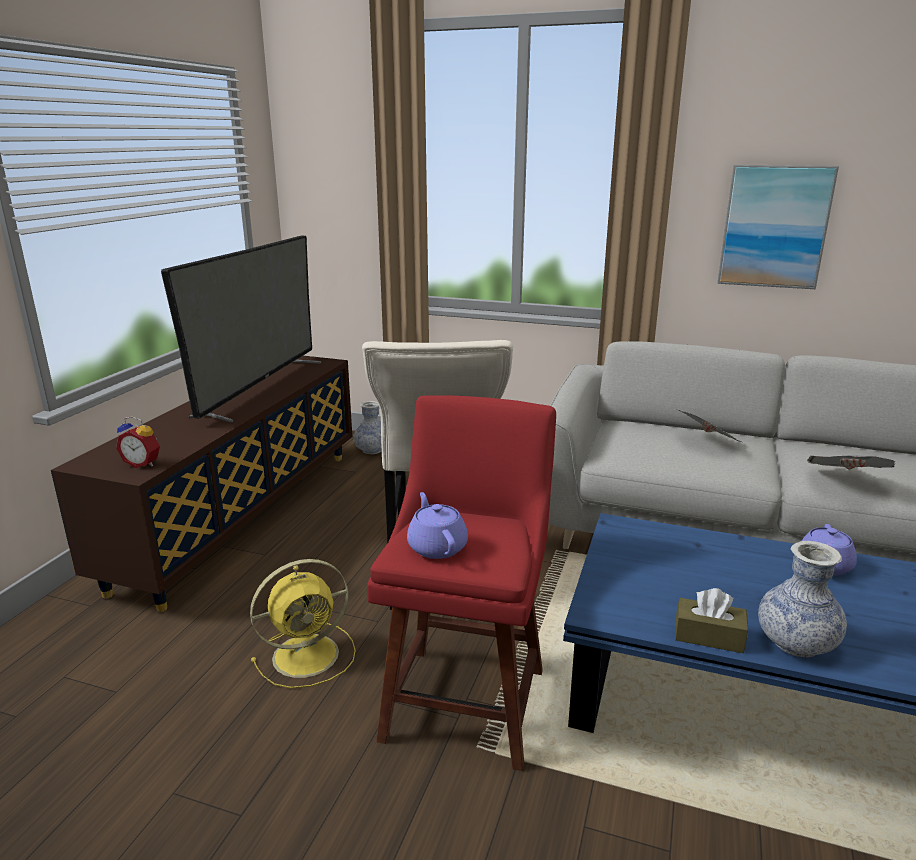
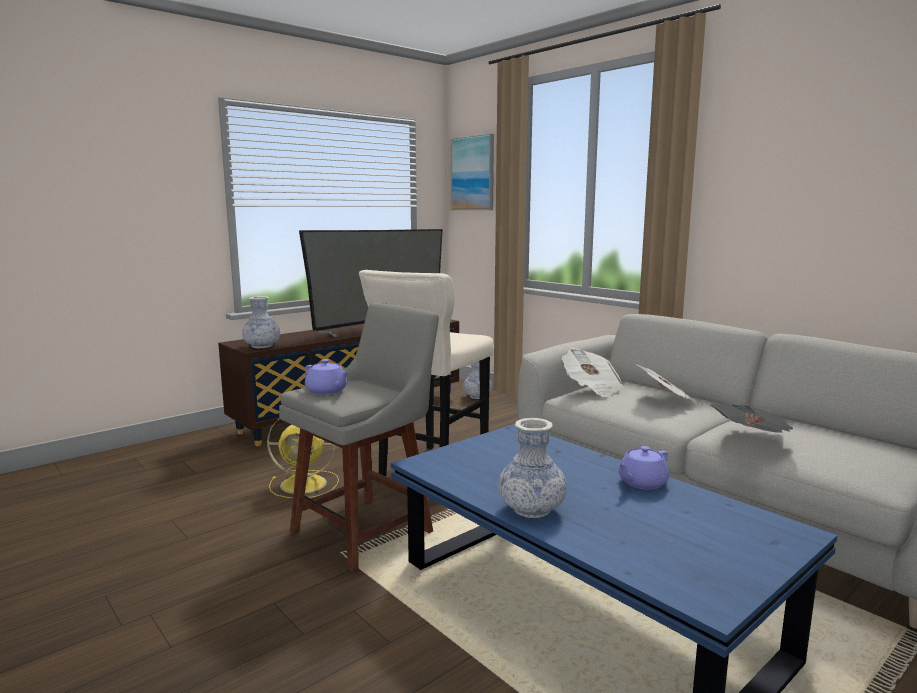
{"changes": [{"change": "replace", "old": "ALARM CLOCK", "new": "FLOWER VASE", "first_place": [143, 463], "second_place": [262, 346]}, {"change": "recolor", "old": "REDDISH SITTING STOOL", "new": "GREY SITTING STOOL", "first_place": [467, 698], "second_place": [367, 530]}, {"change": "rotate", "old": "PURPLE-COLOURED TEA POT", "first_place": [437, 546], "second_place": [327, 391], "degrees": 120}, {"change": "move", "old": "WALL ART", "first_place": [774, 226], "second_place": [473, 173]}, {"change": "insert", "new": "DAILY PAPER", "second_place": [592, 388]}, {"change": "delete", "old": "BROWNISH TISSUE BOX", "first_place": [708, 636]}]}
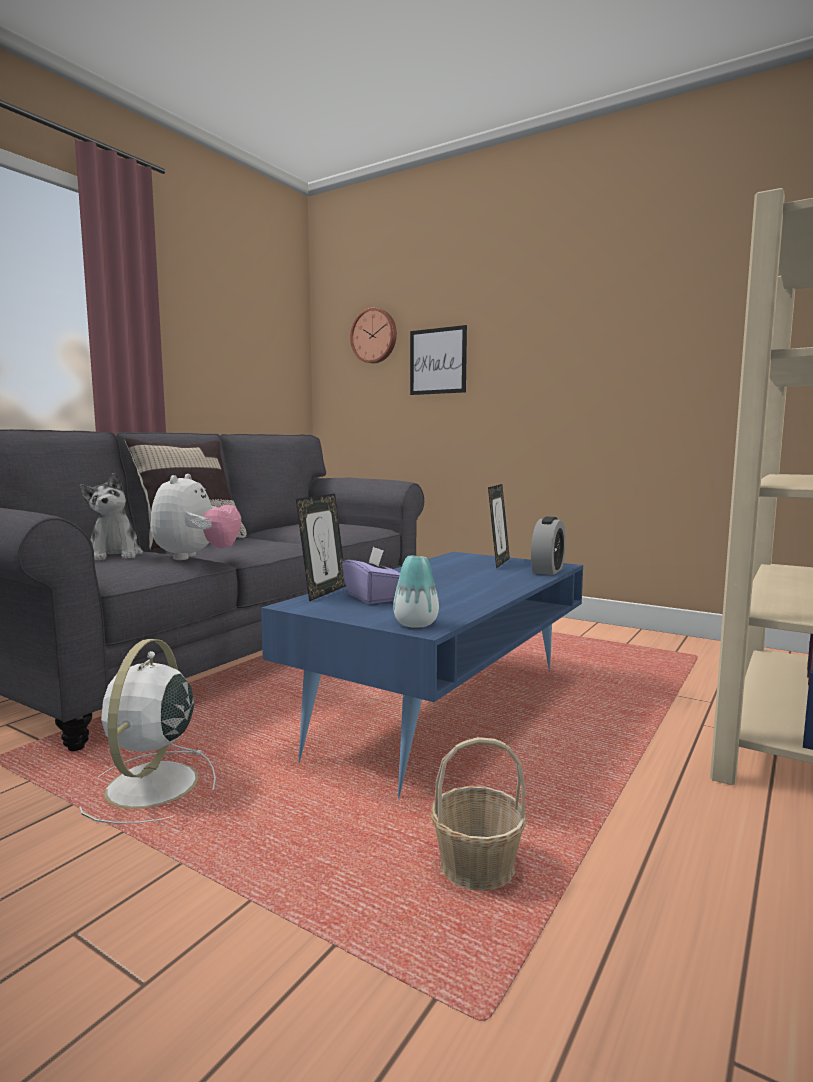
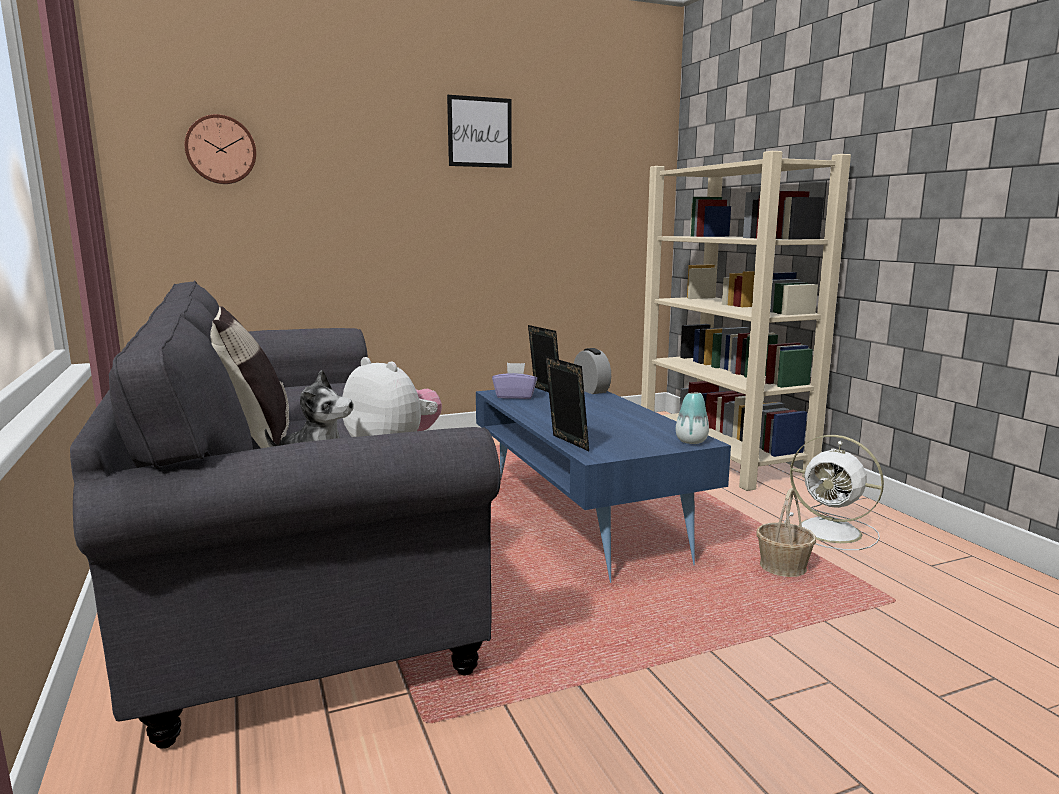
{"changes": [{"change": "move", "old": "WALL ART", "first_place": [438, 361], "second_place": [479, 132]}, {"change": "move", "old": "PURPLE-COLOURED TISSUE BOX", "first_place": [372, 597], "second_place": [515, 396]}, {"change": "move", "old": "WHITE COOLING FAN", "first_place": [150, 788], "second_place": [832, 532]}]}
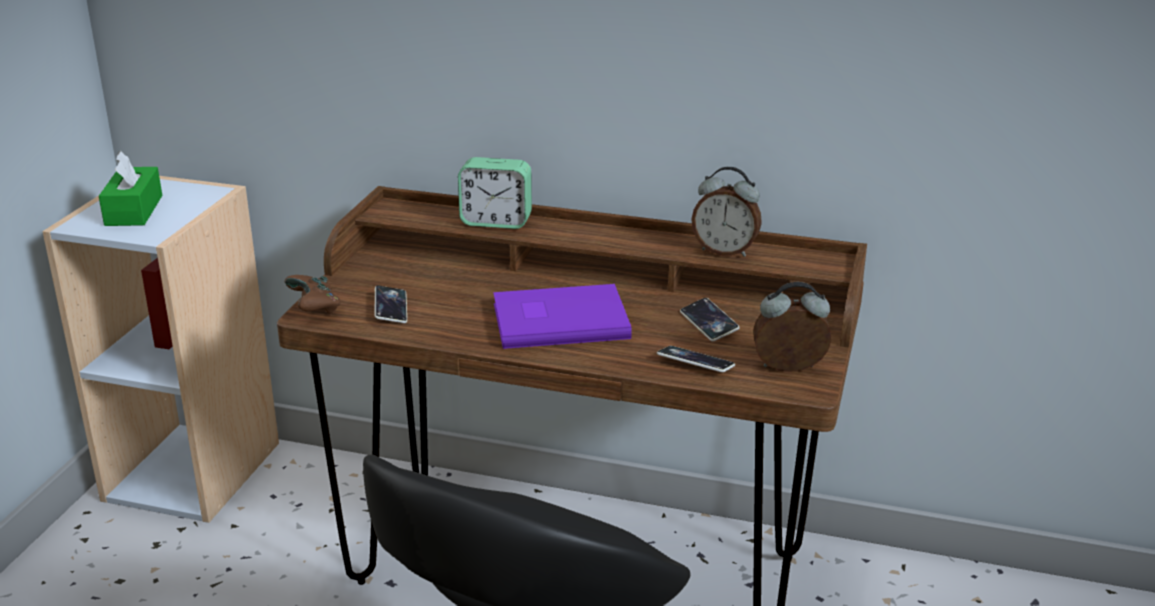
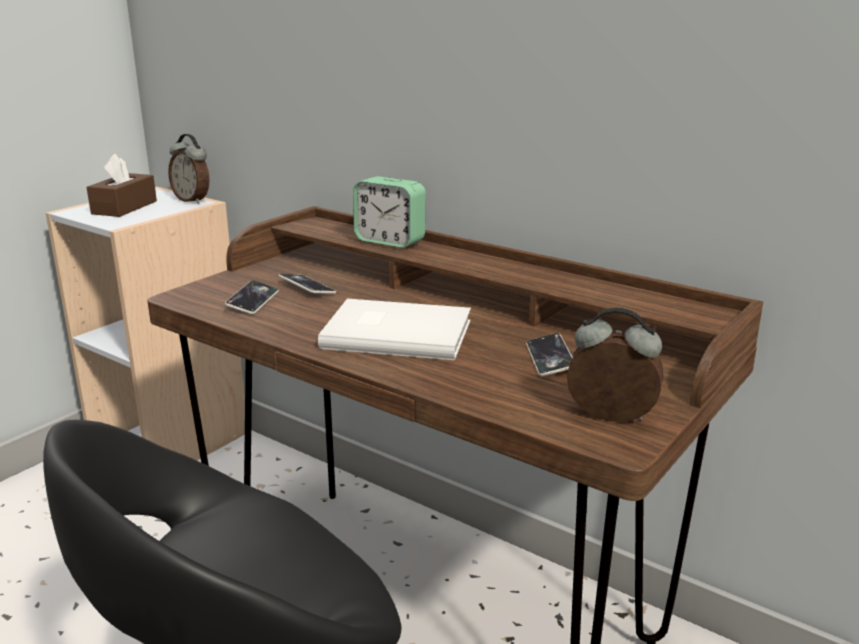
{"changes": [{"change": "recolor", "old": "GREENISH TISSUE BOX", "new": "BROWNISH TISSUE BOX", "first_place": [134, 210], "second_place": [124, 207]}, {"change": "move", "old": "ALARM CLOCK", "first_place": [725, 251], "second_place": [193, 200]}, {"change": "move", "old": "PHONE", "first_place": [695, 363], "second_place": [307, 288]}, {"change": "recolor", "old": "PURPLE-COLOURED BOUND BOOK", "new": "WHITE BOUND BOOK", "first_place": [558, 319], "second_place": [396, 332]}, {"change": "delete", "old": "BROWNISH GAMEPAD", "first_place": [315, 309]}]}
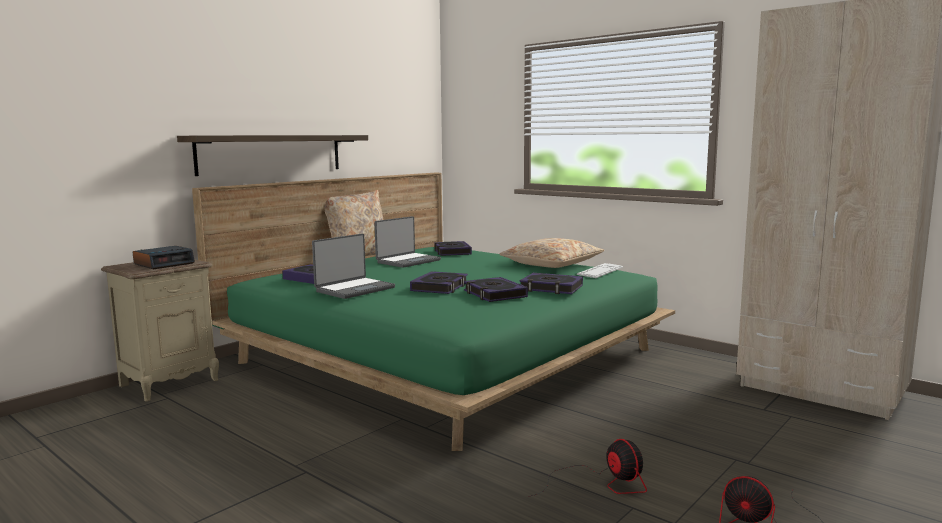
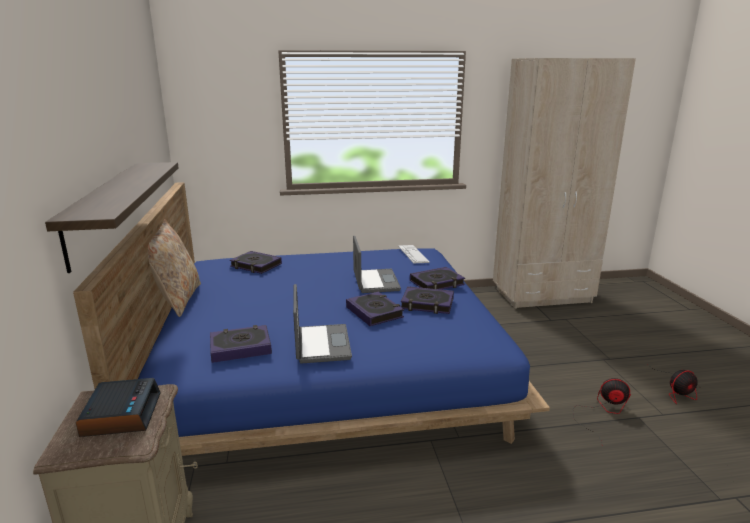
{"changes": [{"change": "recolor", "old": "GREENISH BEDROOM BED", "new": "BLUE-COLOURED BEDROOM BED", "first_place": [446, 355], "second_place": [329, 366]}, {"change": "move", "old": "PORTABLE COMPUTER", "first_place": [407, 261], "second_place": [375, 282]}, {"change": "delete", "old": "BEIGE-COLOURED PILLOW", "first_place": [551, 264]}]}
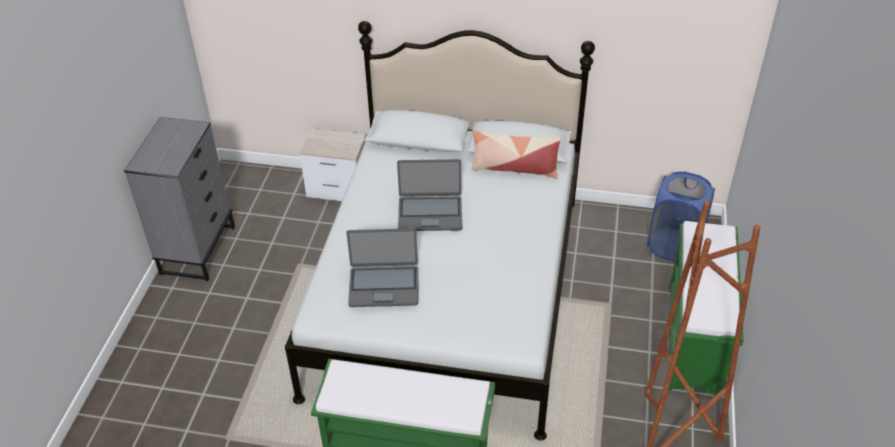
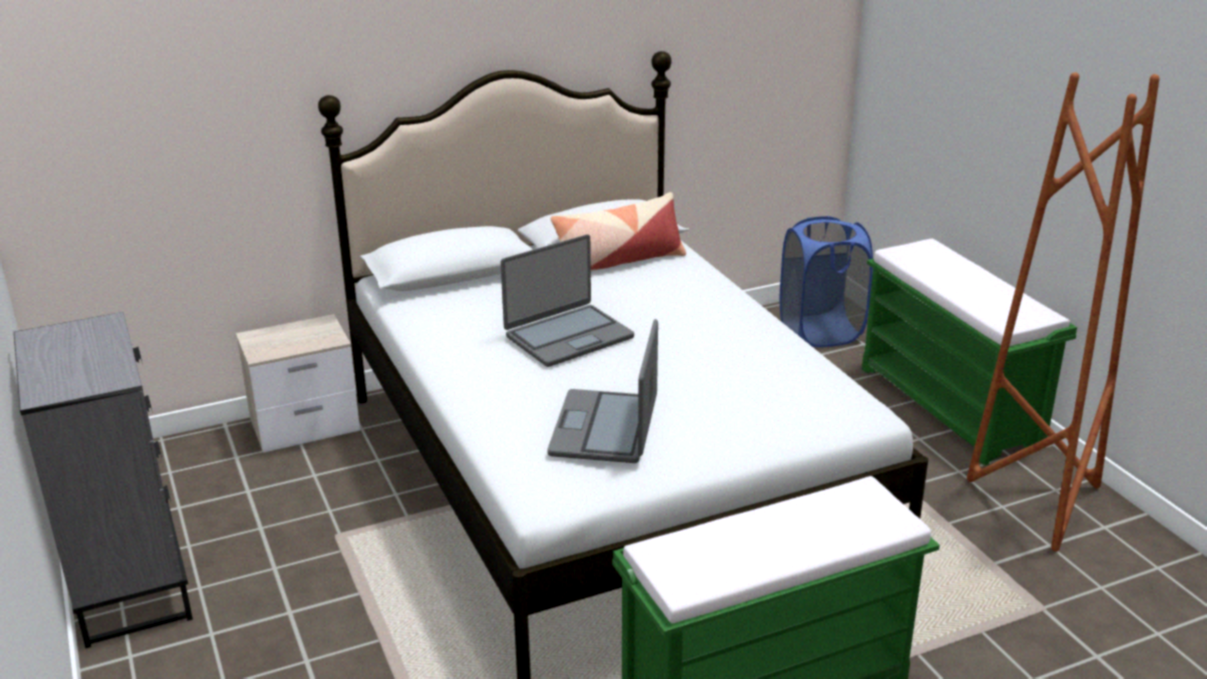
{"changes": [{"change": "rotate", "old": "PORTABLE COMPUTER", "first_place": [384, 286], "second_place": [605, 428], "degrees": 135}]}
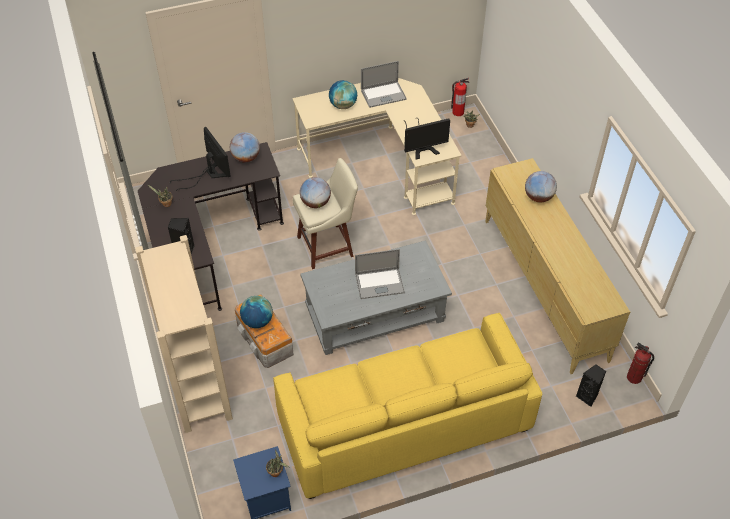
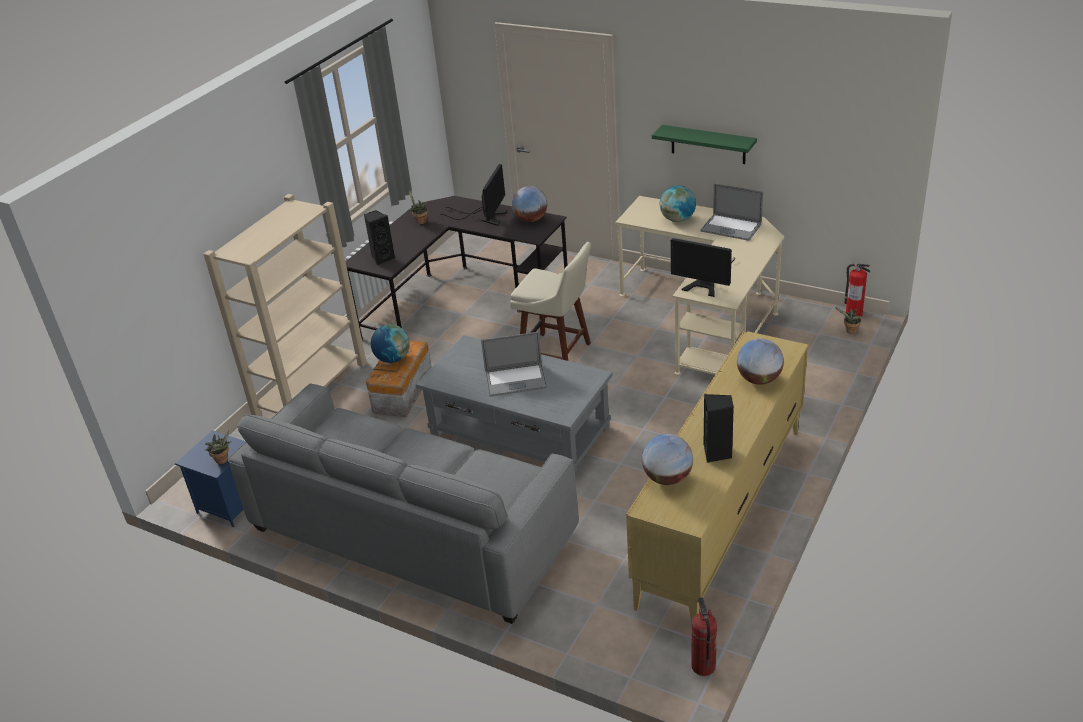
{"changes": [{"change": "recolor", "old": "YELLOWISH COUCH", "new": "GREY COUCH", "first_place": [403, 423], "second_place": [412, 531]}, {"change": "rotate", "old": "PORTABLE COMPUTER", "first_place": [379, 283], "second_place": [516, 380], "degrees": -45}, {"change": "move", "old": "WORLD GLOBE", "first_place": [315, 203], "second_place": [667, 478]}, {"change": "insert", "new": "GREENISH WALL SHELF", "second_place": [708, 144]}, {"change": "move", "old": "BLACK AUDIO SPEAKER", "first_place": [588, 396], "second_place": [717, 453]}]}
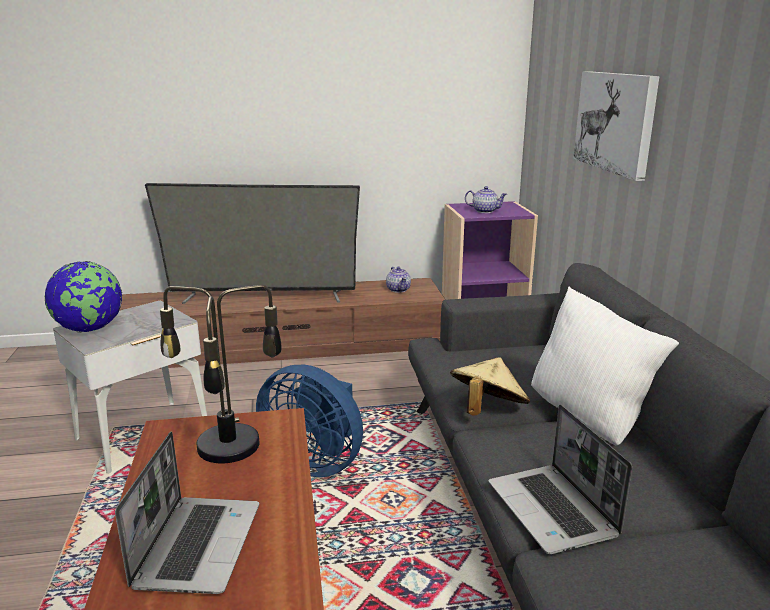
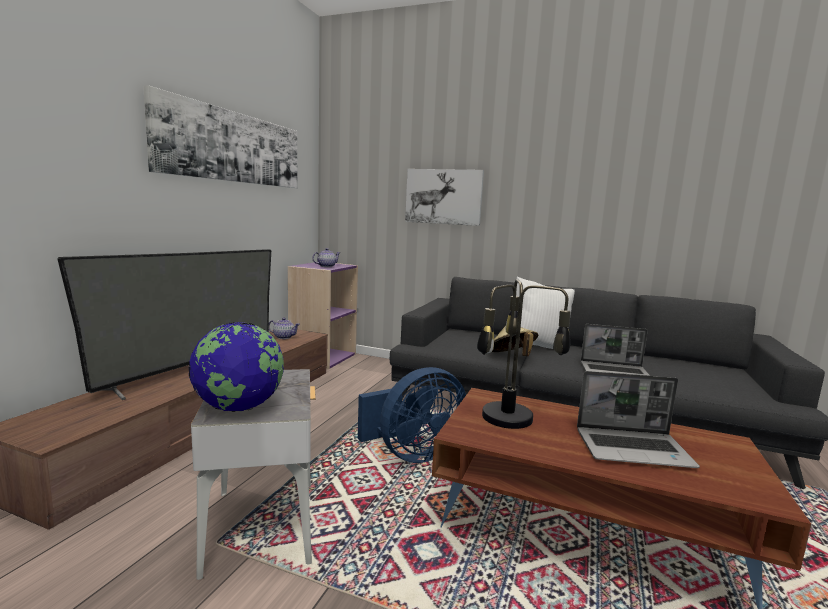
{"changes": [{"change": "insert", "new": "WALL ART", "second_place": [234, 147]}, {"change": "rotate", "old": "PORTABLE COMPUTER", "first_place": [197, 544], "second_place": [634, 449], "degrees": 150}]}
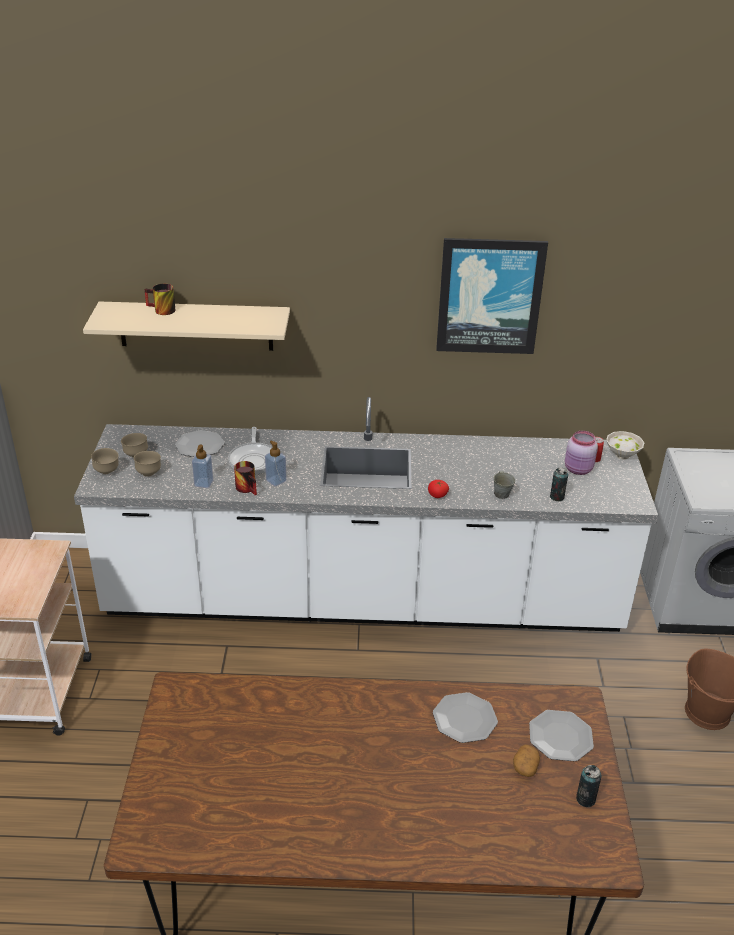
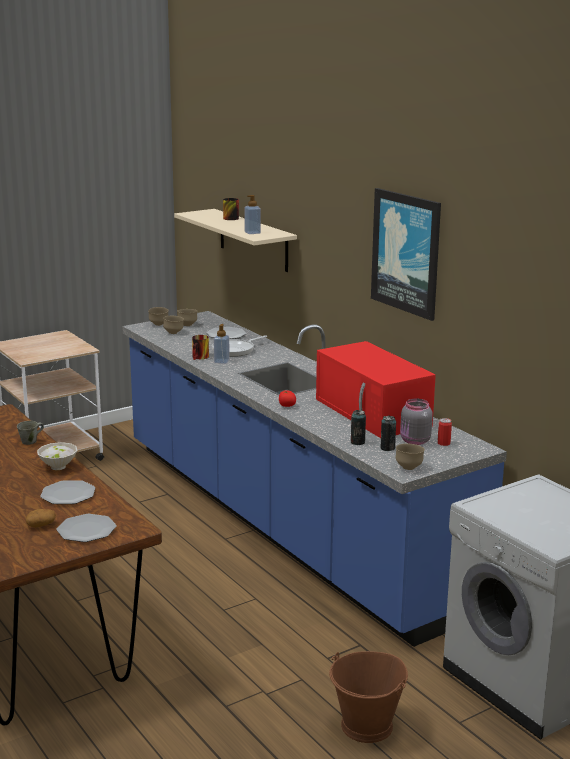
{"changes": [{"change": "move", "old": "GREY COFFEE MUG", "first_place": [501, 493], "second_place": [30, 441]}, {"change": "move", "old": "WHITE DEEP DISH", "first_place": [621, 455], "second_place": [58, 466]}, {"change": "recolor", "old": "WHITE COUNTER", "new": "BLUE-COLOURED COUNTER", "first_place": [363, 599], "second_place": [283, 522]}, {"change": "move", "old": "SOAP DISPENSER", "first_place": [203, 483], "second_place": [252, 233]}, {"change": "insert", "new": "REDDISH MICROWAVE OVEN", "second_place": [374, 413]}, {"change": "move", "old": "SEALED CAN", "first_place": [585, 799], "second_place": [387, 448]}, {"change": "insert", "new": "BROWNISH DEEP DISH", "second_place": [409, 468]}, {"change": "recolor", "old": "PINKISH STORAGE JAR", "new": "GREY STORAGE JAR", "first_place": [578, 470], "second_place": [414, 441]}]}
